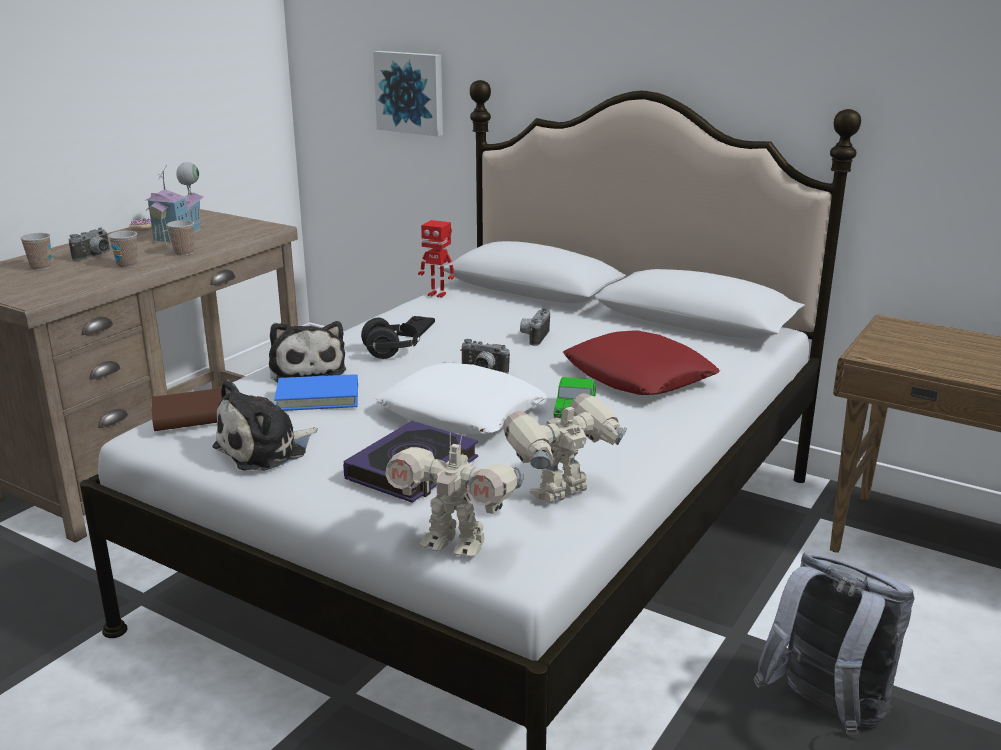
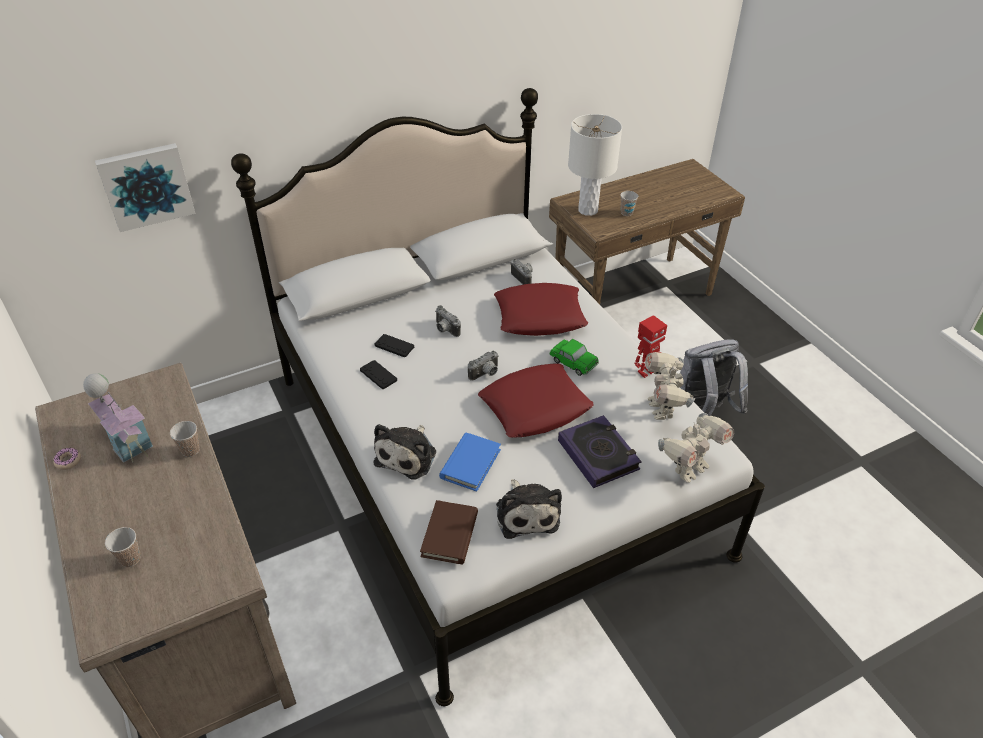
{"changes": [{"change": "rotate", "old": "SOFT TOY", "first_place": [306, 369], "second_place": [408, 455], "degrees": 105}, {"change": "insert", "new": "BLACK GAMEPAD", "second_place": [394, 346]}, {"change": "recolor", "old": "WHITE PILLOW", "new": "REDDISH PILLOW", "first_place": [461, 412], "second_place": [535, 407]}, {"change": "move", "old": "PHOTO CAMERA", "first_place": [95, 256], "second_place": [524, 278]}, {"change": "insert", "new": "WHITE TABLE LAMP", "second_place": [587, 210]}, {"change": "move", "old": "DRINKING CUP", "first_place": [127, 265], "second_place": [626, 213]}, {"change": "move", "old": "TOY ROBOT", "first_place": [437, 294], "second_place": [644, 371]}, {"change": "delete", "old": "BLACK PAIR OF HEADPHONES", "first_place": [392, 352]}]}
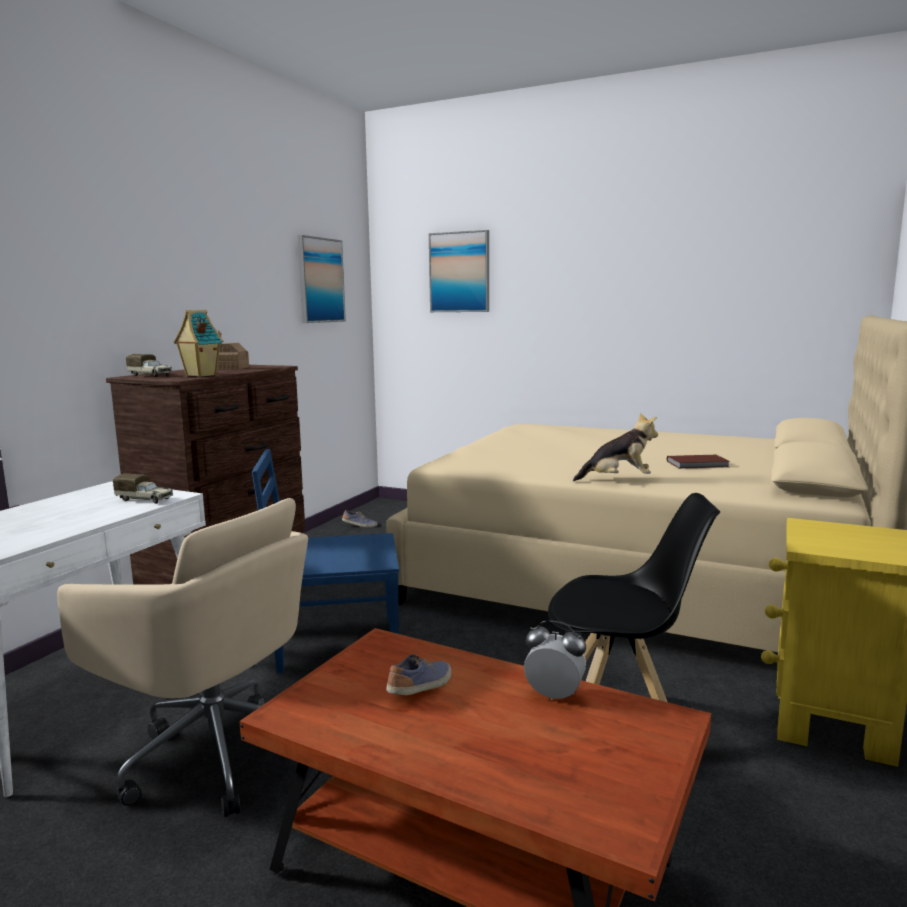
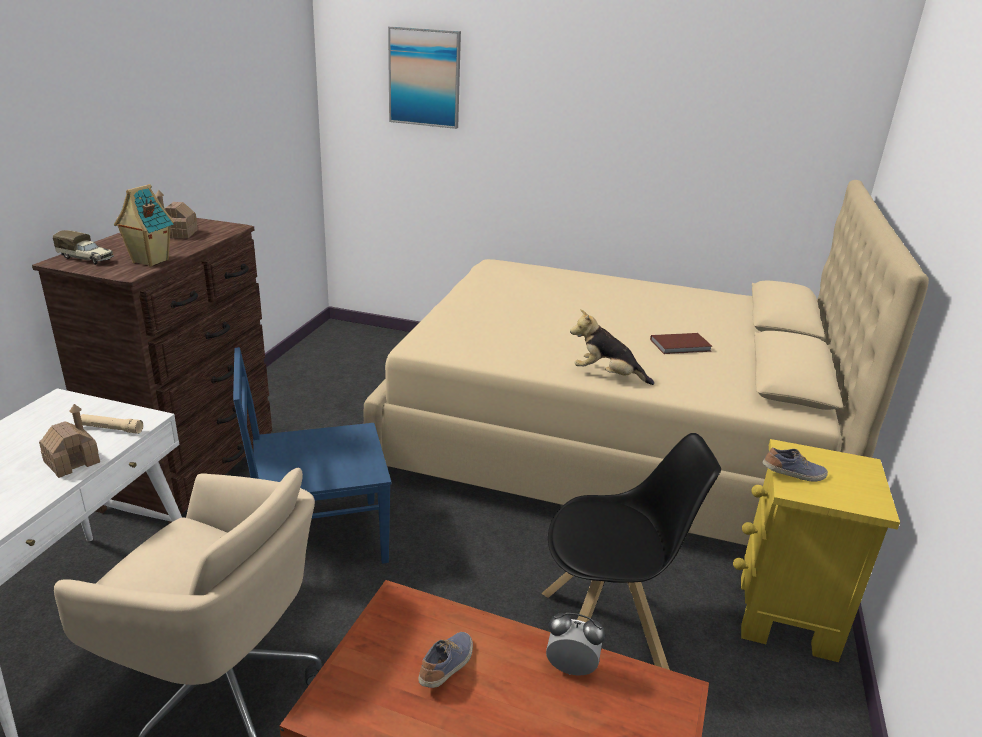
{"changes": [{"change": "insert", "new": "MODEL HOUSE", "second_place": [72, 461]}, {"change": "replace", "old": "TOY TRUCK", "new": "BEIGE-COLOURED TORCH", "first_place": [145, 500], "second_place": [111, 429]}, {"change": "rotate", "old": "SOFT TOY", "first_place": [618, 480], "second_place": [607, 376], "degrees": -150}, {"change": "move", "old": "SHOE", "first_place": [359, 525], "second_place": [793, 475]}, {"change": "delete", "old": "WALL ART", "first_place": [320, 280]}]}
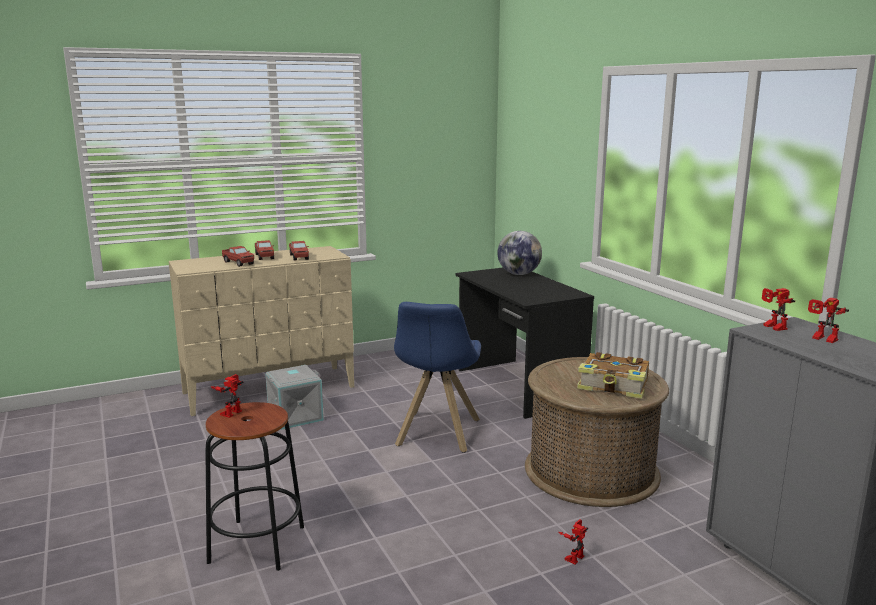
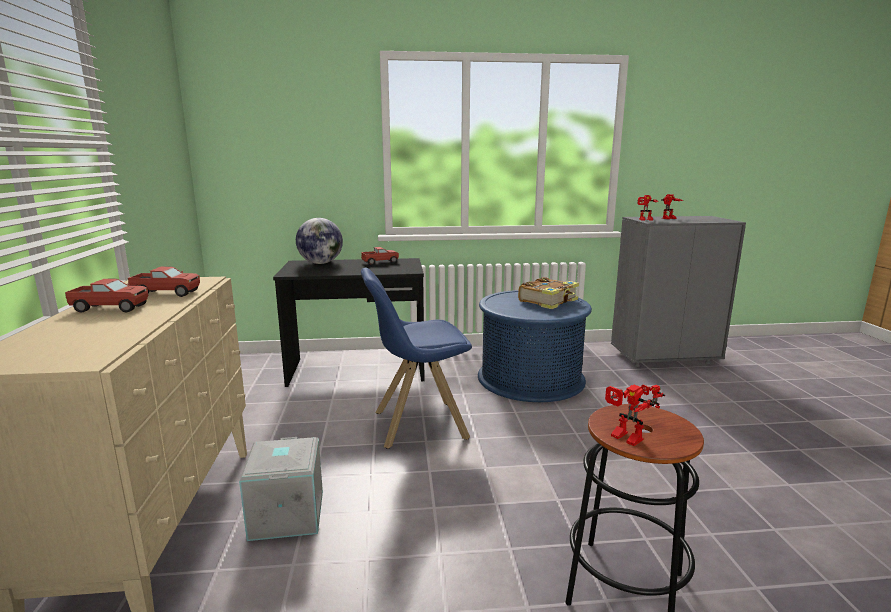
{"changes": [{"change": "move", "old": "TOY TRUCK", "first_place": [238, 263], "second_place": [380, 262]}, {"change": "rotate", "old": "BLUE-COLOURED CHAIR", "first_place": [437, 432], "second_place": [419, 424], "degrees": 135}, {"change": "recolor", "old": "BROWNISH LOUNGE TABLE", "new": "BLUE-COLOURED LOUNGE TABLE", "first_place": [591, 471], "second_place": [530, 378]}]}
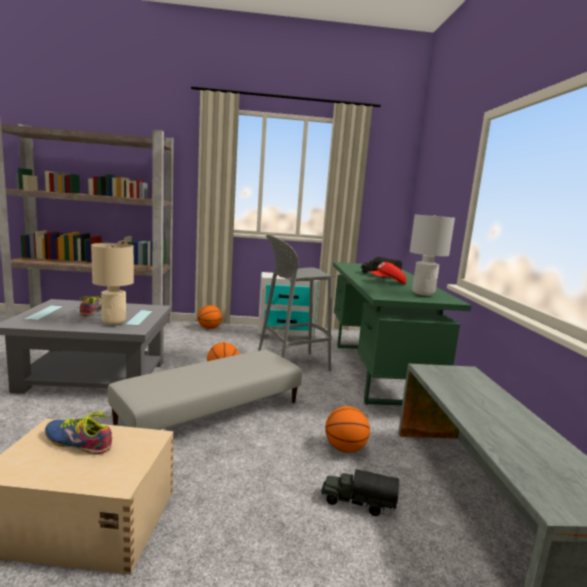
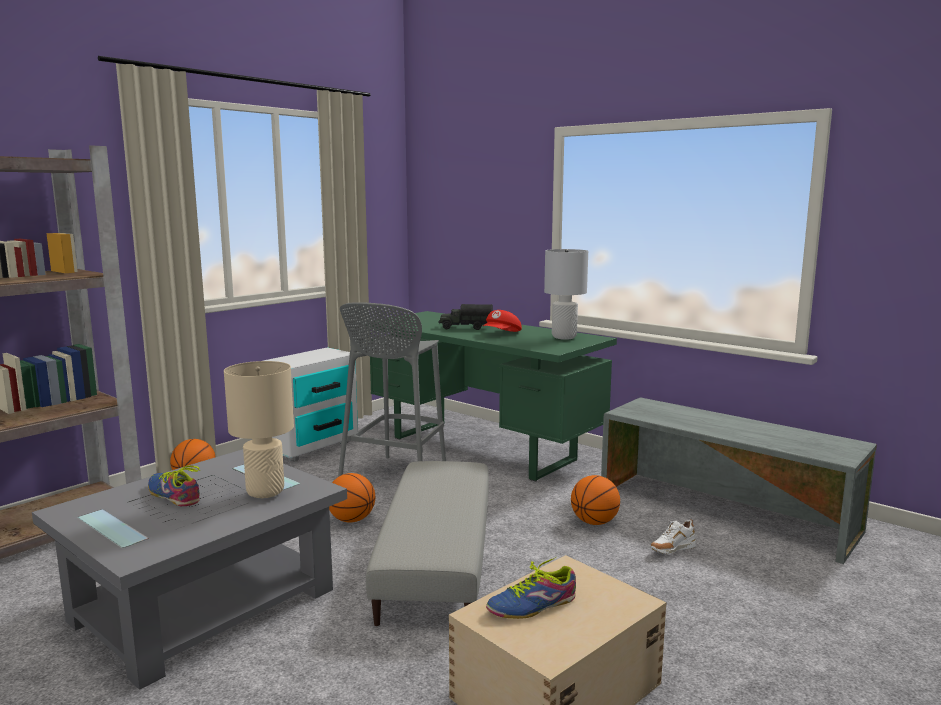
{"changes": [{"change": "replace", "old": "TOY TRUCK", "new": "WHITE SHOE", "first_place": [357, 502], "second_place": [672, 550]}]}
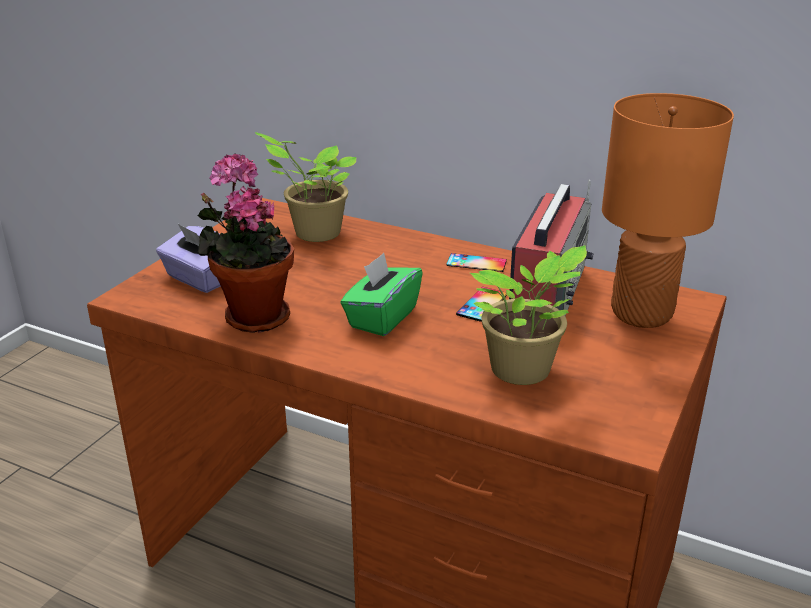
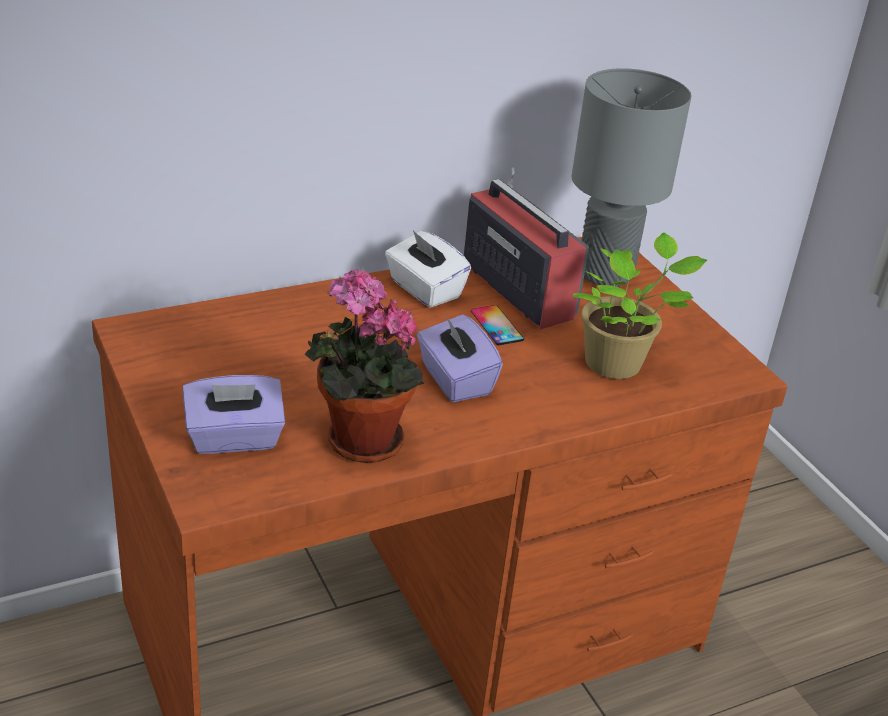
{"changes": [{"change": "replace", "old": "PHONE", "new": "WHITE TISSUE BOX", "first_place": [476, 263], "second_place": [424, 289]}, {"change": "recolor", "old": "GREENISH TISSUE BOX", "new": "PURPLE-COLOURED TISSUE BOX", "first_place": [382, 317], "second_place": [455, 380]}, {"change": "recolor", "old": "ORANGE TABLE LAMP", "new": "GREY TABLE LAMP", "first_place": [640, 318], "second_place": [603, 278]}, {"change": "delete", "old": "PLANT IN A POT", "first_place": [314, 233]}]}
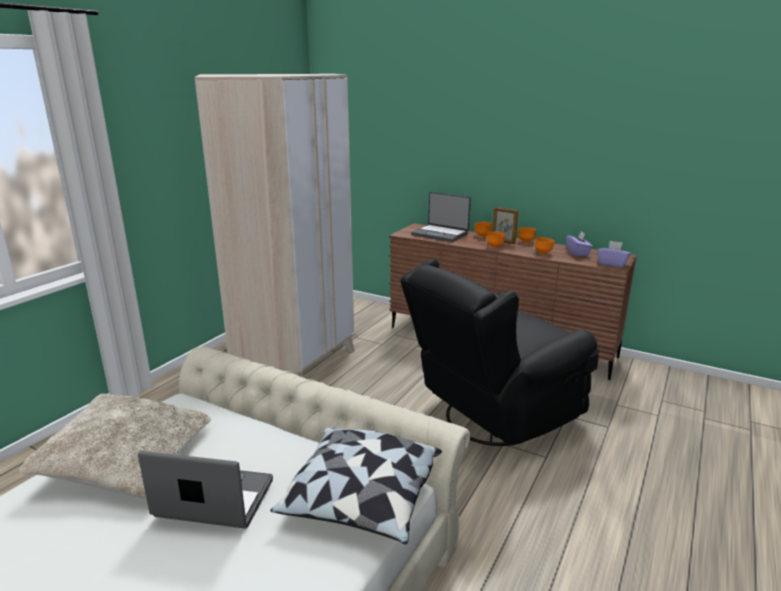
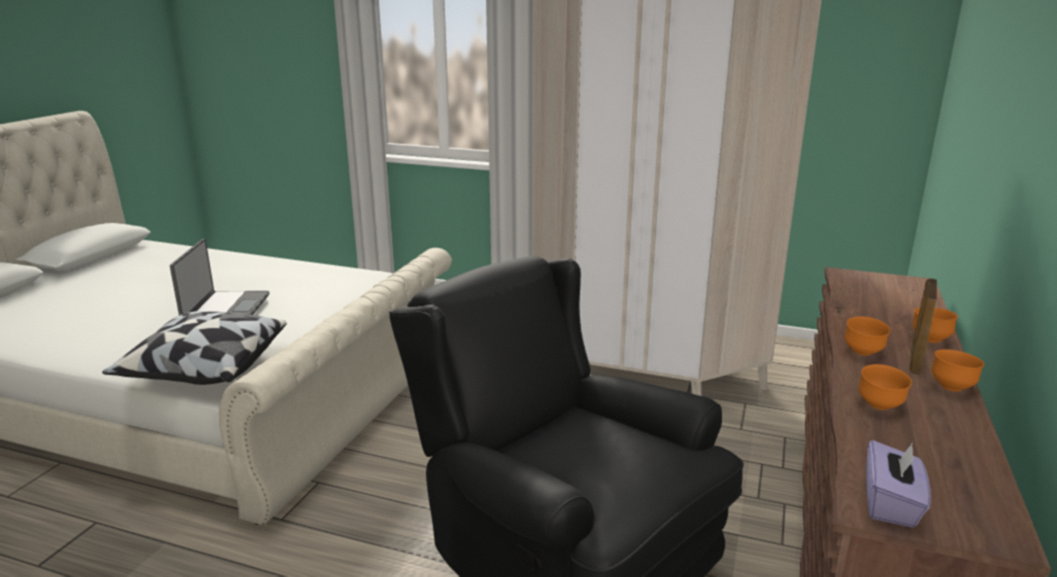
{"changes": [{"change": "delete", "old": "BEIGE-COLOURED PILLOW", "first_place": [128, 460]}, {"change": "delete", "old": "PORTABLE COMPUTER", "first_place": [440, 234]}, {"change": "delete", "old": "PURPLE-COLOURED TISSUE BOX", "first_place": [577, 253]}]}
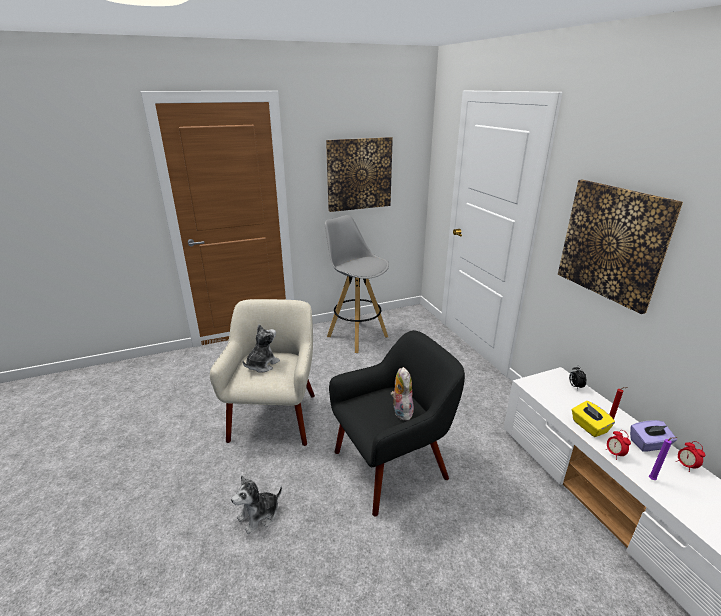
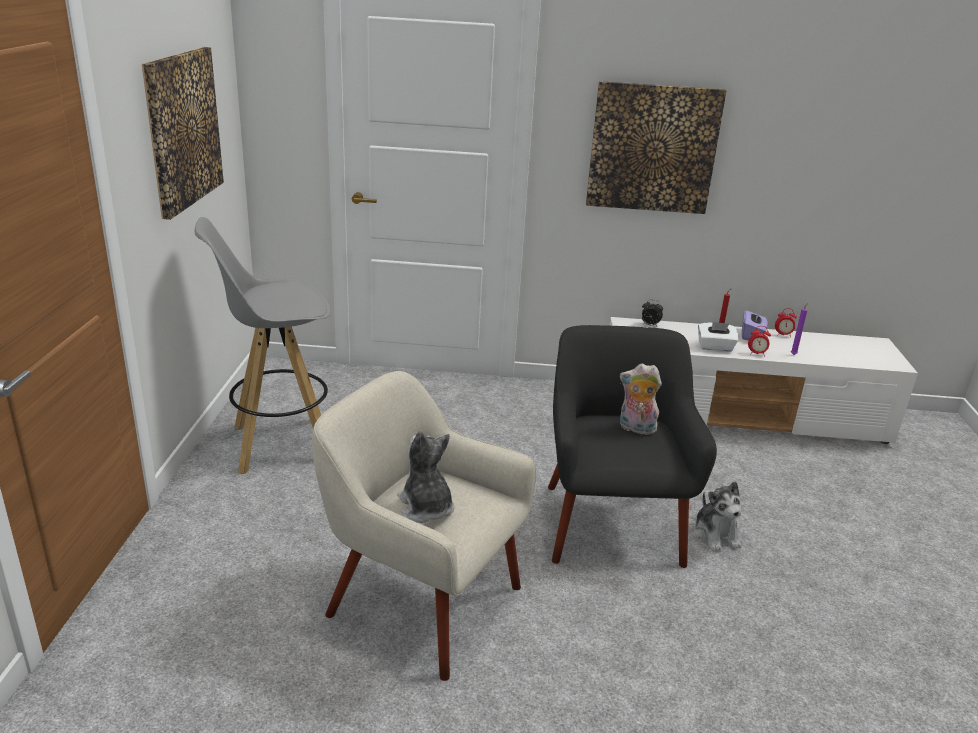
{"changes": [{"change": "move", "old": "SOFT TOY", "first_place": [259, 515], "second_place": [715, 534]}, {"change": "recolor", "old": "YELLOWISH TISSUE BOX", "new": "WHITE TISSUE BOX", "first_place": [589, 427], "second_place": [715, 347]}]}
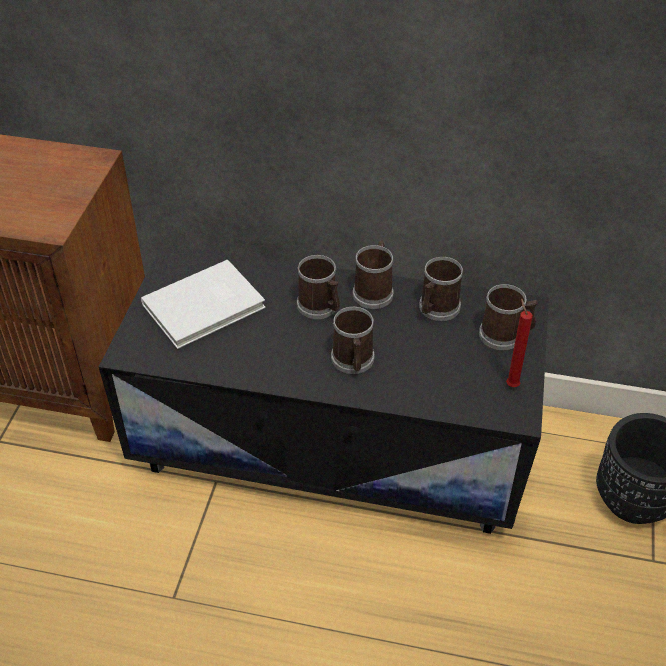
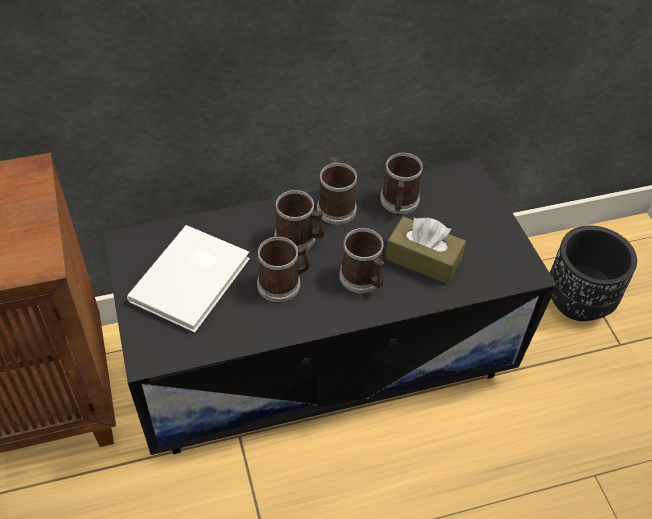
{"changes": [{"change": "move", "old": "COFFEE MUG", "first_place": [505, 335], "second_place": [283, 283]}, {"change": "insert", "new": "BROWNISH TISSUE BOX", "second_place": [423, 259]}, {"change": "delete", "old": "REDDISH CANDLE", "first_place": [511, 384]}]}
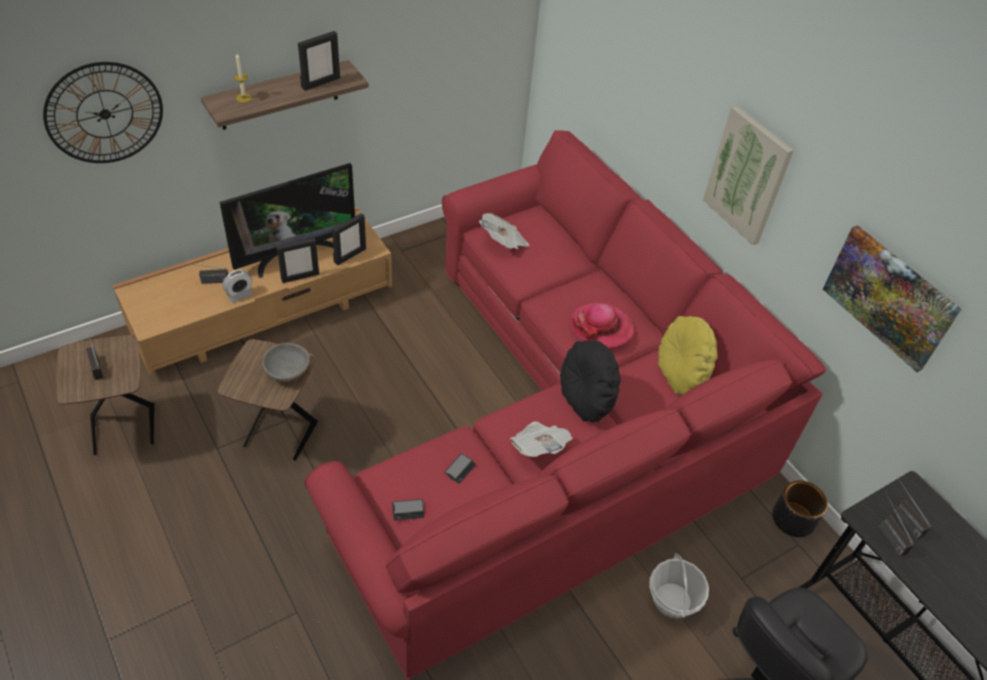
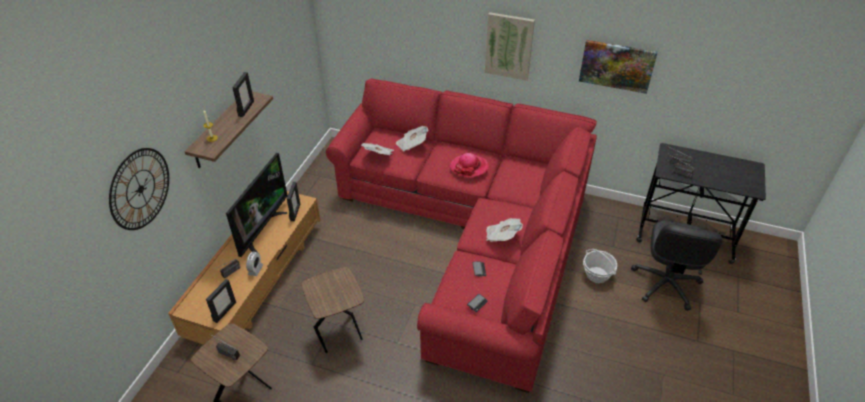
{"changes": [{"change": "move", "old": "PHOTO FRAME", "first_place": [300, 276], "second_place": [224, 311]}, {"change": "insert", "new": "DAILY PAPER", "second_place": [412, 144]}, {"change": "delete", "old": "GREY DEEP DISH", "first_place": [287, 372]}, {"change": "delete", "old": "BLACK PILLOW", "first_place": [584, 402]}, {"change": "delete", "old": "YELLOWISH PILLOW", "first_place": [679, 376]}, {"change": "delete", "old": "BLACK PLANT POT", "first_place": [793, 519]}]}
